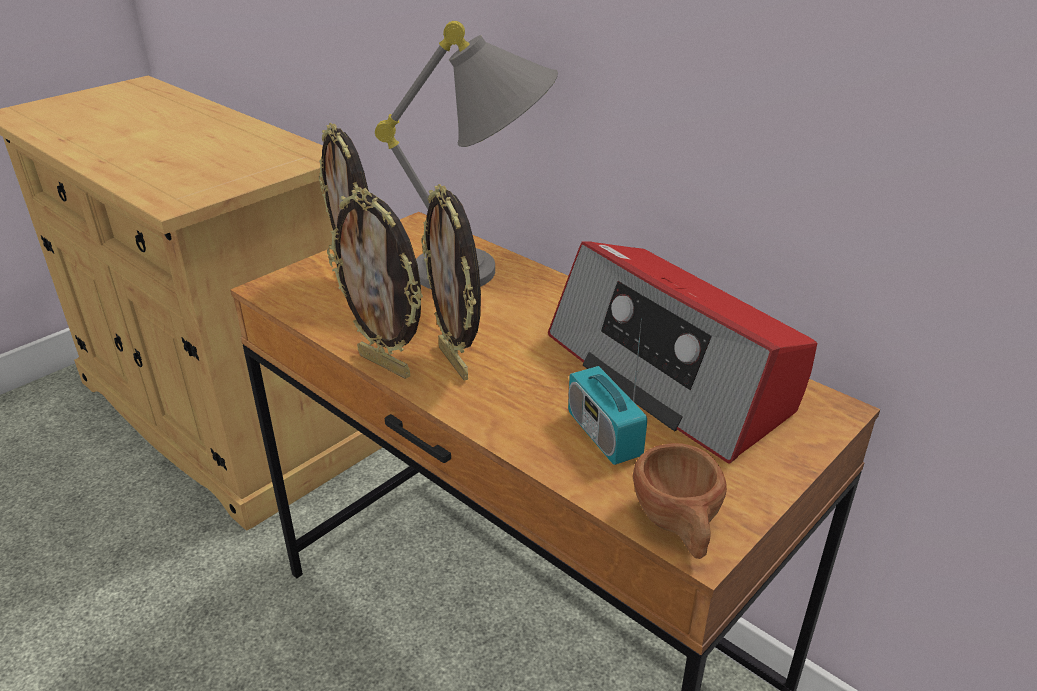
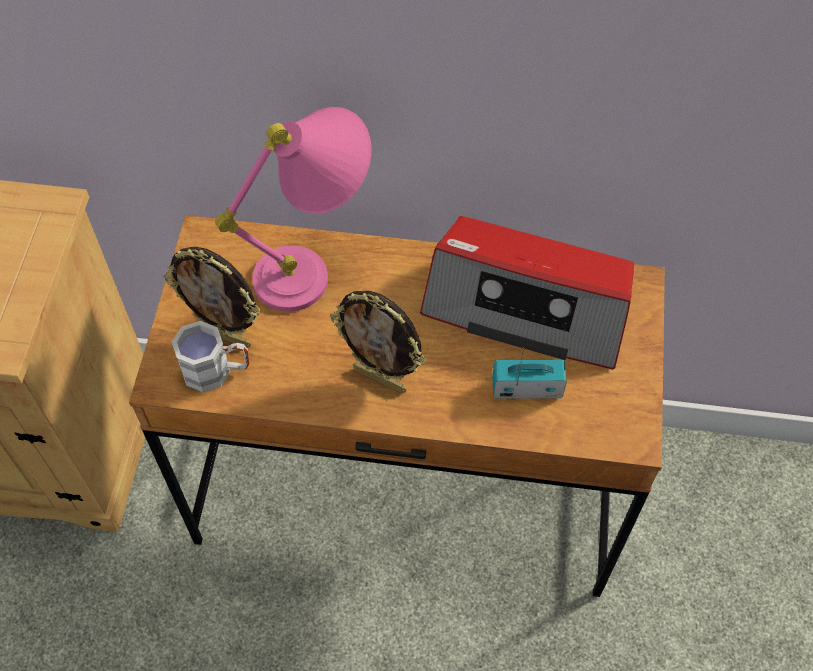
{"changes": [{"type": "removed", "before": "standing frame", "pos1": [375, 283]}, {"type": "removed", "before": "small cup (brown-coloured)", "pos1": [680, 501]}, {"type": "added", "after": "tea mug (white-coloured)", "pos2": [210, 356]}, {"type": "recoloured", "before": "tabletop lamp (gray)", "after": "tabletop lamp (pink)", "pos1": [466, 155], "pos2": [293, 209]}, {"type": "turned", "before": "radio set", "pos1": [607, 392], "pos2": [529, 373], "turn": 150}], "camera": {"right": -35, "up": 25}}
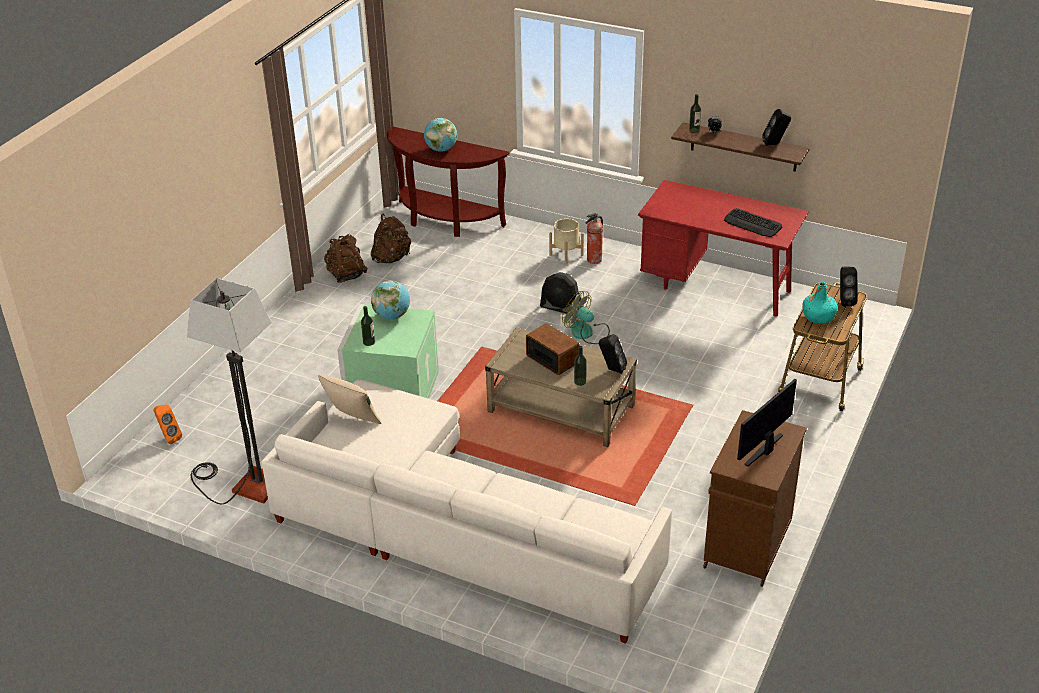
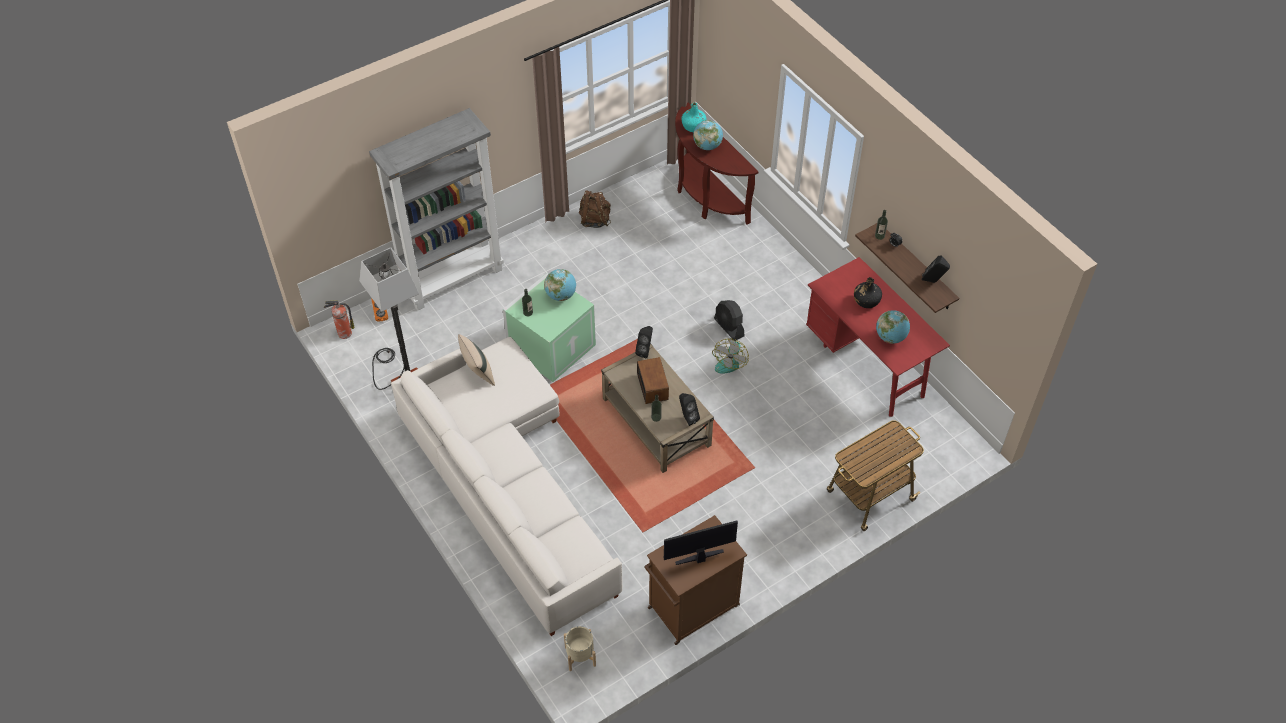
{"changes": [{"type": "removed", "before": "knapsack (brown-coloured)", "pos1": [391, 238]}, {"type": "added", "after": "shelving unit (gray)", "pos2": [436, 209]}, {"type": "added", "after": "drink bottle (black-coloured)", "pos2": [868, 292]}, {"type": "moved", "before": "planter (beige-coloured)", "pos1": [566, 241], "pos2": [580, 648]}, {"type": "moved", "before": "fire extinguisher", "pos1": [594, 238], "pos2": [339, 319]}, {"type": "moved", "before": "drink bottle (blue-green)", "pos1": [819, 303], "pos2": [694, 117]}, {"type": "moved", "before": "loudspeaker (black-coloured)", "pos1": [849, 286], "pos2": [644, 342]}, {"type": "replaced", "before": "computer keyboard", "after": "world globe", "pos1": [753, 222], "pos2": [893, 327]}, {"type": "turned", "before": "fan", "pos1": [586, 317], "pos2": [730, 356], "turn": -135}], "camera": {"right": 30, "up": 15}}
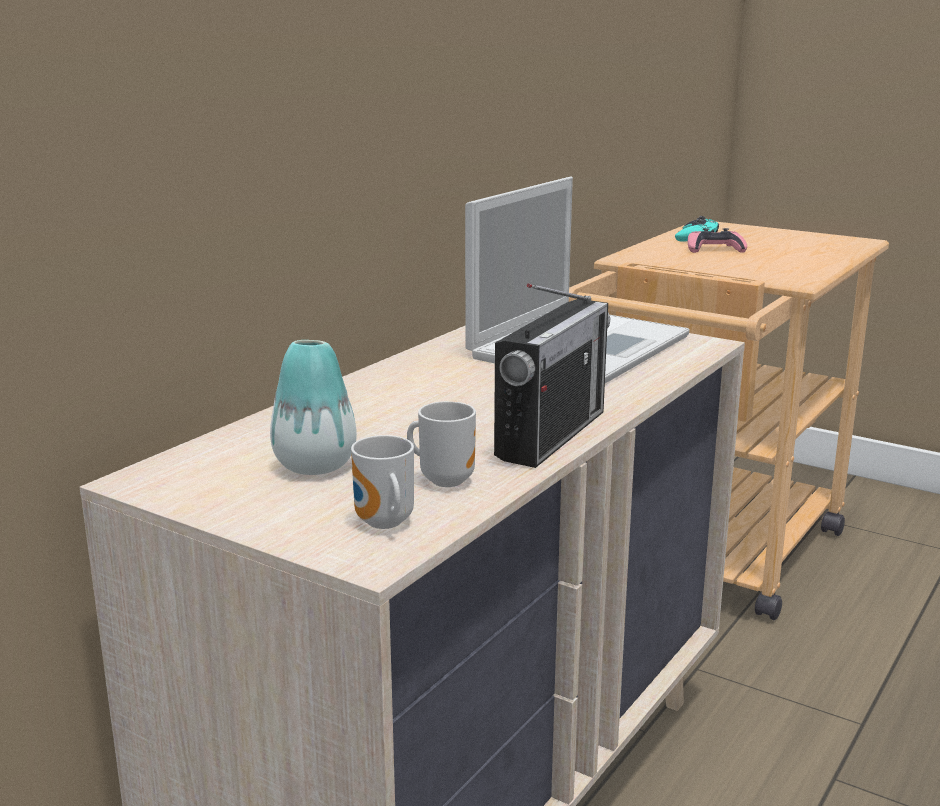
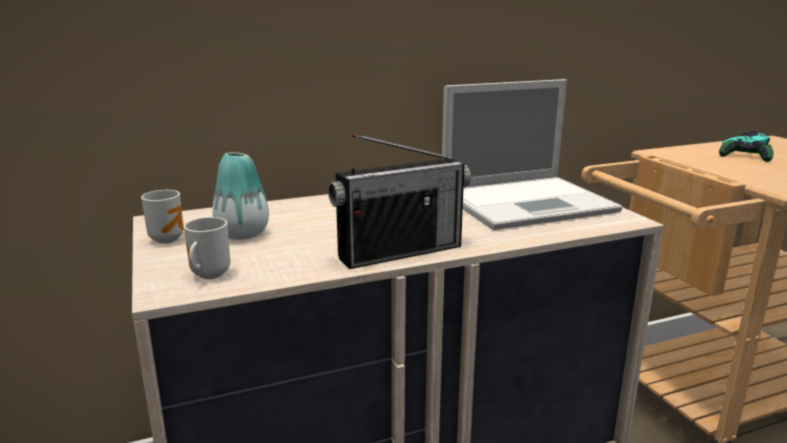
{"changes": [{"type": "moved", "before": "tea mug", "pos1": [441, 444], "pos2": [162, 217]}, {"type": "recoloured", "before": "gamepad (pink)", "after": "gamepad (green-coloured)", "pos1": [717, 240], "pos2": [746, 150]}], "camera": {"right": 35, "up": 0}}
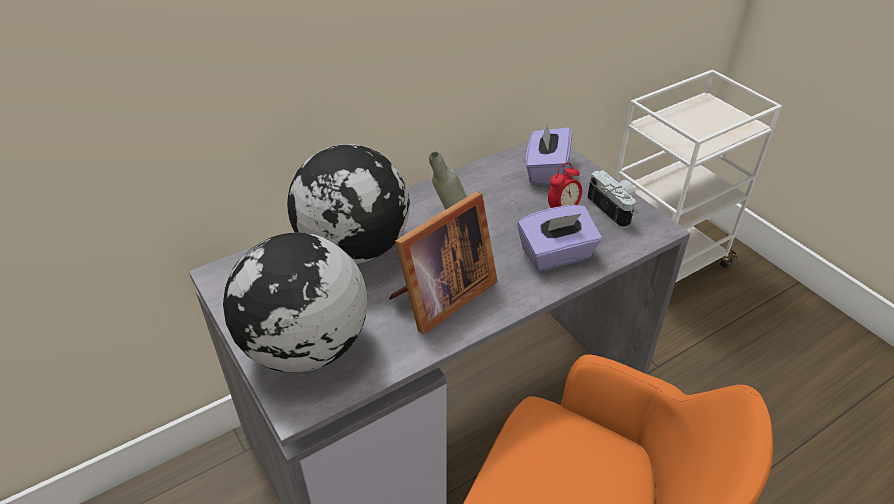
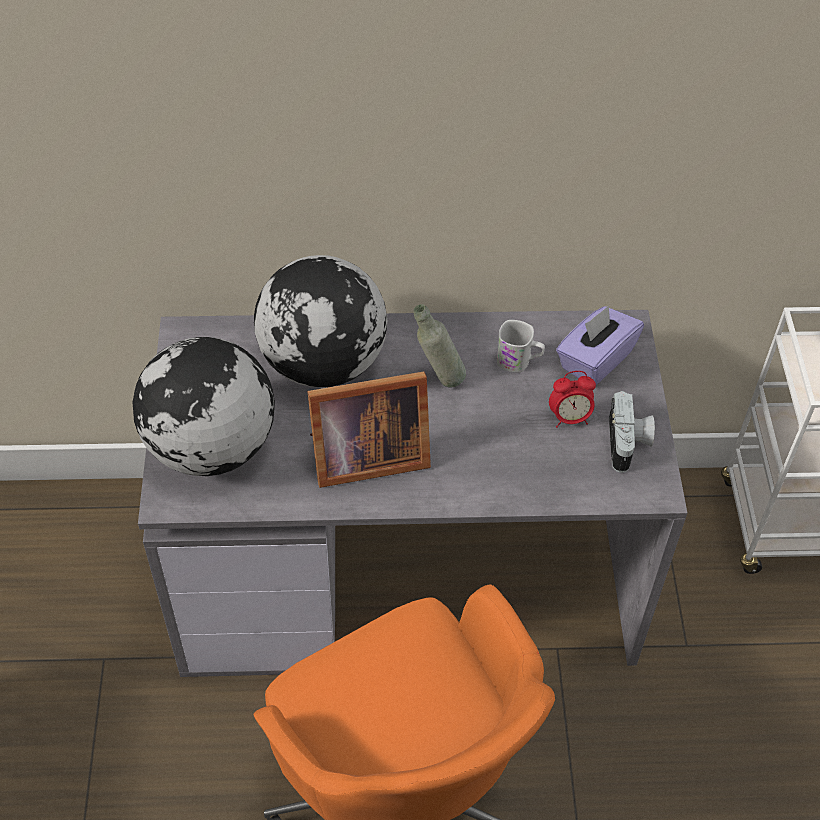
{"changes": [{"type": "removed", "before": "tissue box (purple-coloured)", "pos1": [559, 238]}, {"type": "added", "after": "tea mug (white-coloured)", "pos2": [521, 346]}], "camera": {"right": 30, "up": 10}}
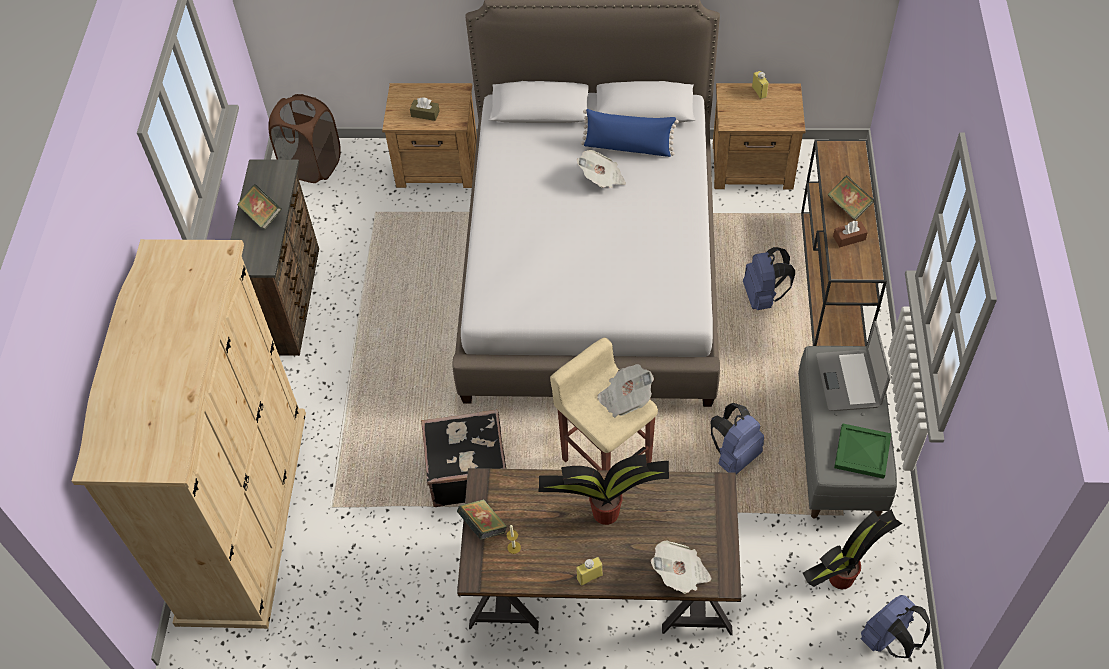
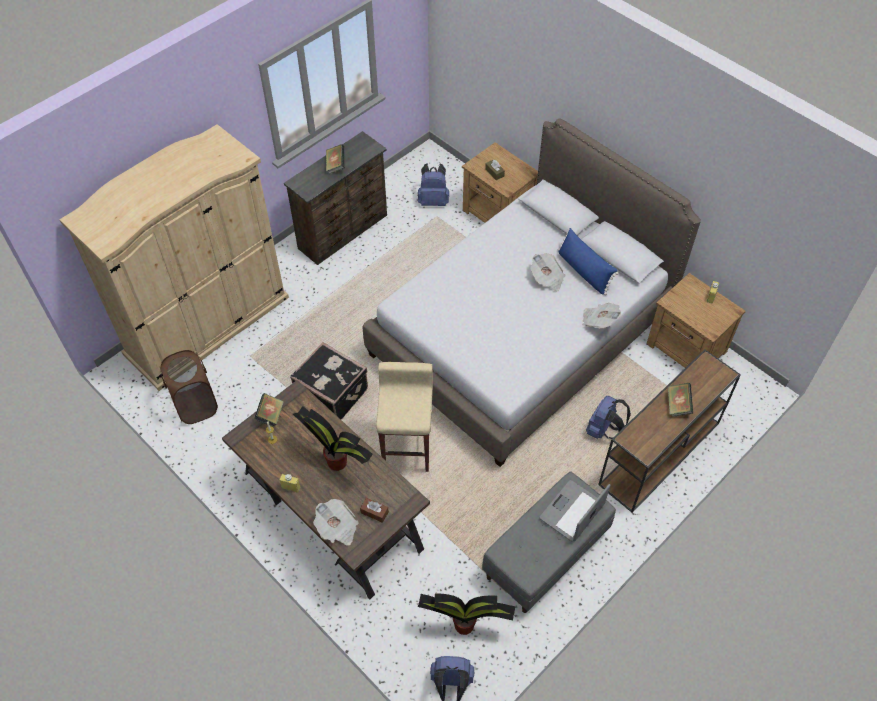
{"changes": [{"type": "removed", "before": "carrying tray (green-coloured)", "pos1": [862, 451]}, {"type": "moved", "before": "hamper (brown-coloured)", "pos1": [304, 138], "pos2": [188, 387]}, {"type": "moved", "before": "newspaper", "pos1": [625, 391], "pos2": [601, 315]}, {"type": "moved", "before": "knapsack (blue)", "pos1": [737, 438], "pos2": [433, 184]}, {"type": "moved", "before": "tissue box (brown-coloured)", "pos1": [850, 234], "pos2": [374, 510]}], "camera": {"right": 40, "up": 0}}
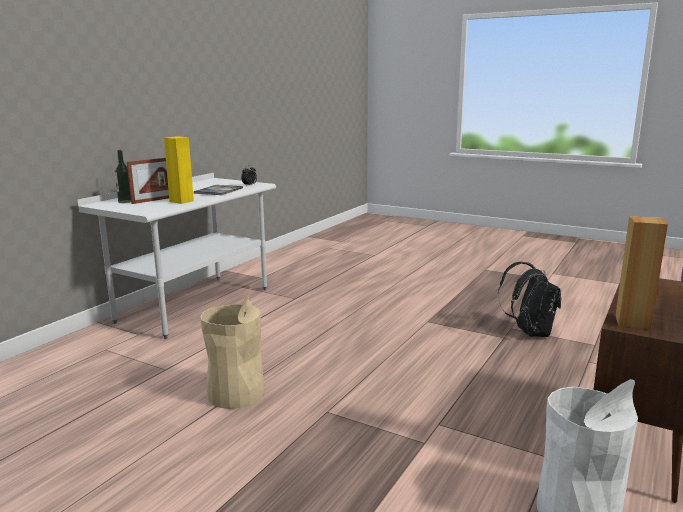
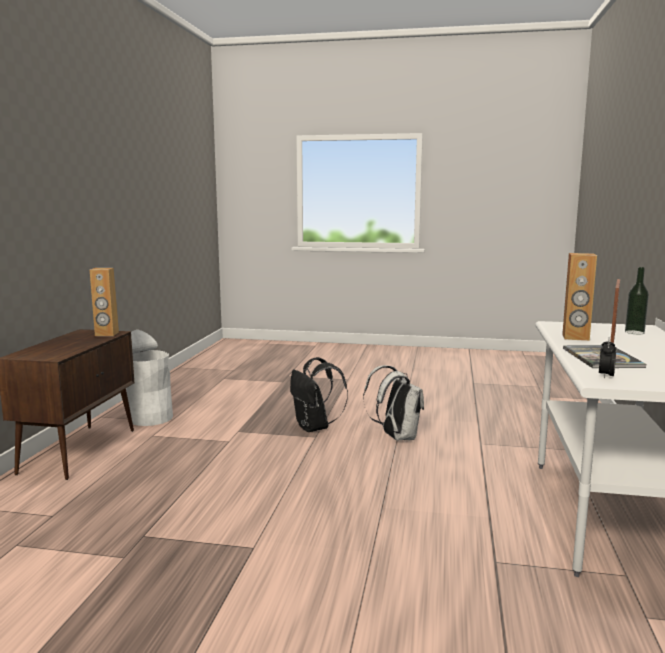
{"changes": [{"type": "moved", "before": "knapsack (black-coloured)", "pos1": [529, 299], "pos2": [319, 394]}, {"type": "replaced", "before": "trash can (beige-coloured)", "after": "knapsack (white-coloured)", "pos1": [232, 347], "pos2": [393, 403]}, {"type": "recoloured", "before": "loudspeaker (yellowish)", "after": "loudspeaker (brown-coloured)", "pos1": [179, 170], "pos2": [579, 297]}], "camera": {"right": 160, "up": -5}}
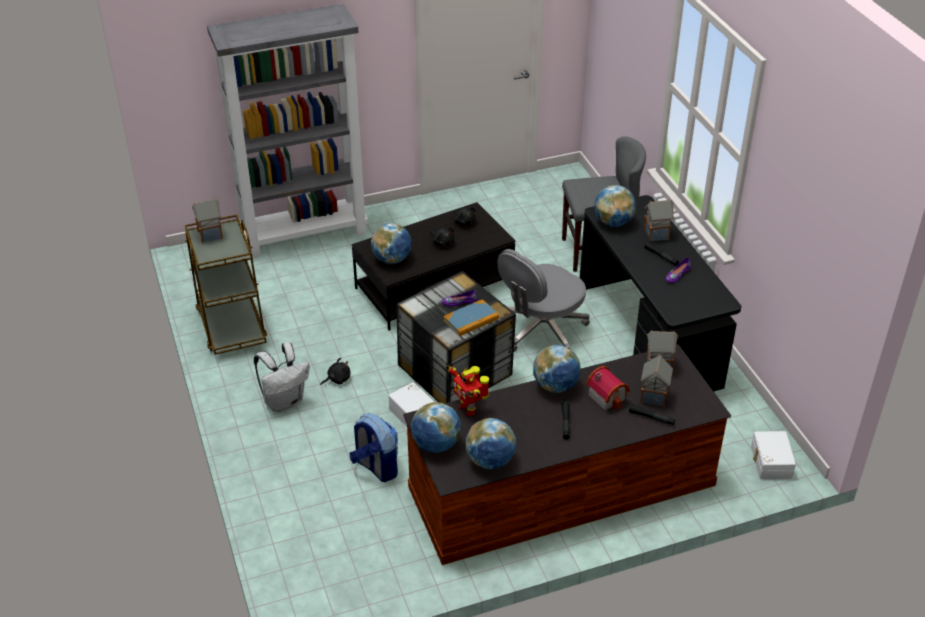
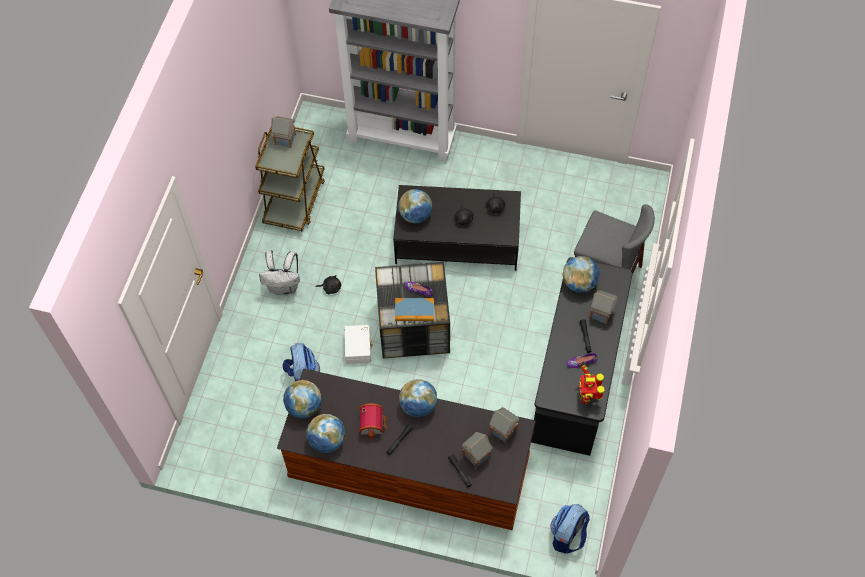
{"changes": [{"type": "removed", "before": "computer chair (gray)", "pos1": [544, 300]}, {"type": "moved", "before": "toy robot", "pos1": [467, 389], "pos2": [592, 383]}, {"type": "moved", "before": "toy house", "pos1": [608, 388], "pos2": [373, 421]}, {"type": "replaced", "before": "storage box (white-coloured)", "after": "knapsack", "pos1": [773, 455], "pos2": [570, 529]}], "camera": {"right": 35, "up": 20}}
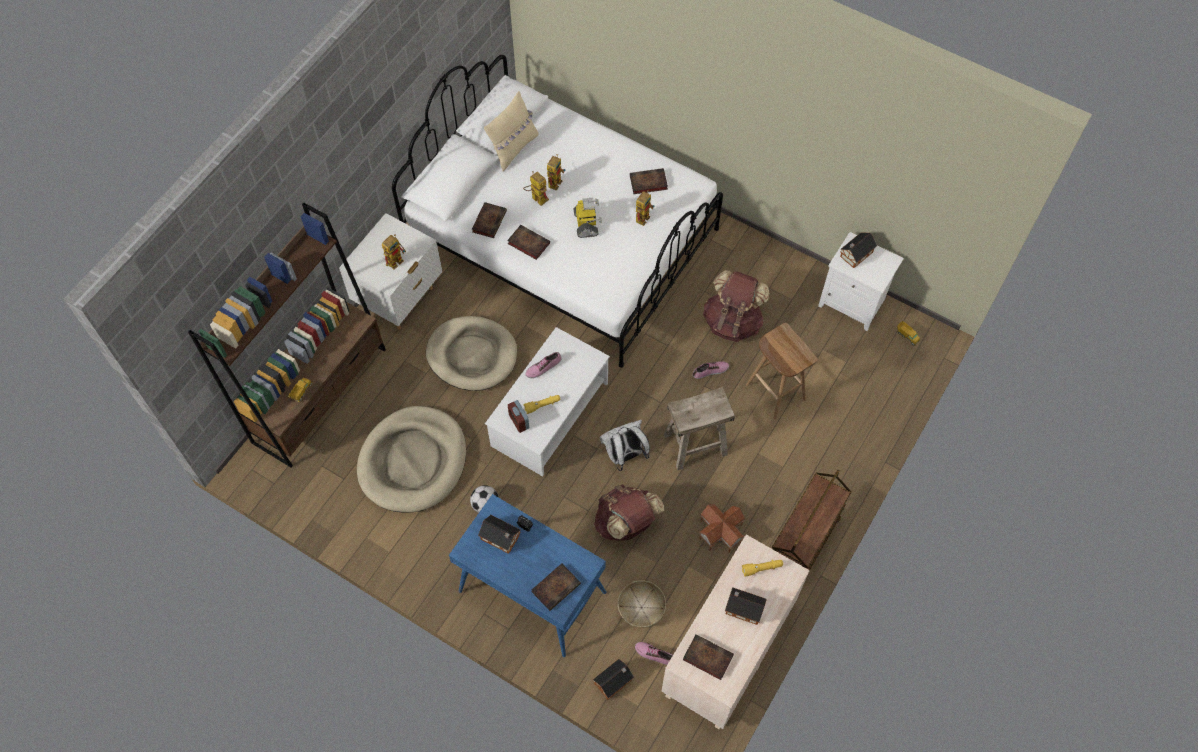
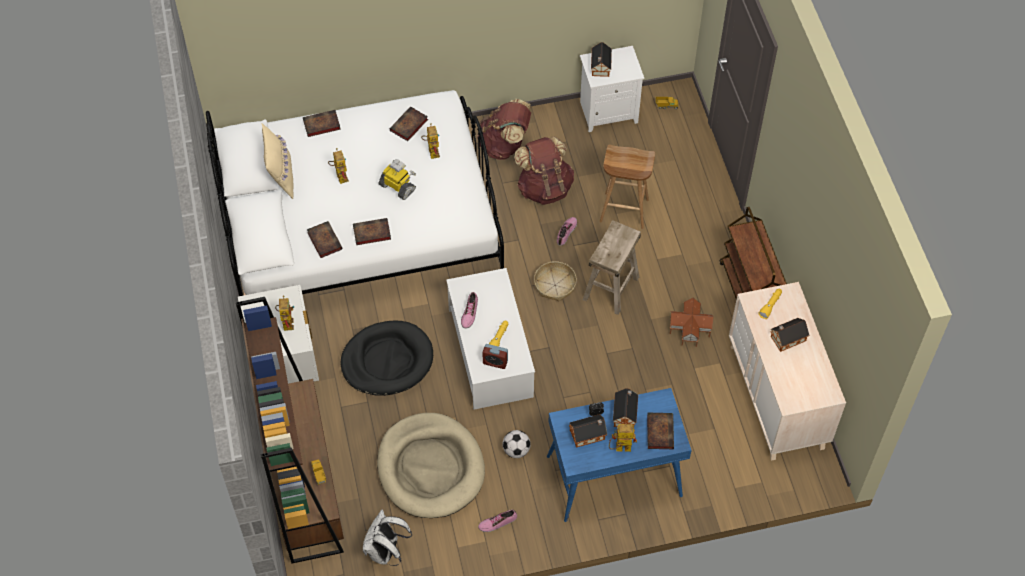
{"changes": [{"type": "moved", "before": "toy robot", "pos1": [536, 188], "pos2": [623, 438]}, {"type": "moved", "before": "toy house", "pos1": [613, 679], "pos2": [625, 407]}, {"type": "moved", "before": "knapsack (brown-coloured)", "pos1": [629, 512], "pos2": [504, 129]}, {"type": "moved", "before": "knapsack (white-coloured)", "pos1": [625, 445], "pos2": [387, 537]}, {"type": "moved", "before": "household basket", "pos1": [642, 604], "pos2": [555, 281]}, {"type": "moved", "before": "low shoe", "pos1": [654, 653], "pos2": [497, 521]}, {"type": "moved", "before": "bound book", "pos1": [708, 657], "pos2": [322, 123]}, {"type": "recoloured", "before": "dog bed (beige-coloured)", "after": "dog bed (black-coloured)", "pos1": [471, 353], "pos2": [387, 358]}], "camera": {"right": -45, "up": -5}}
